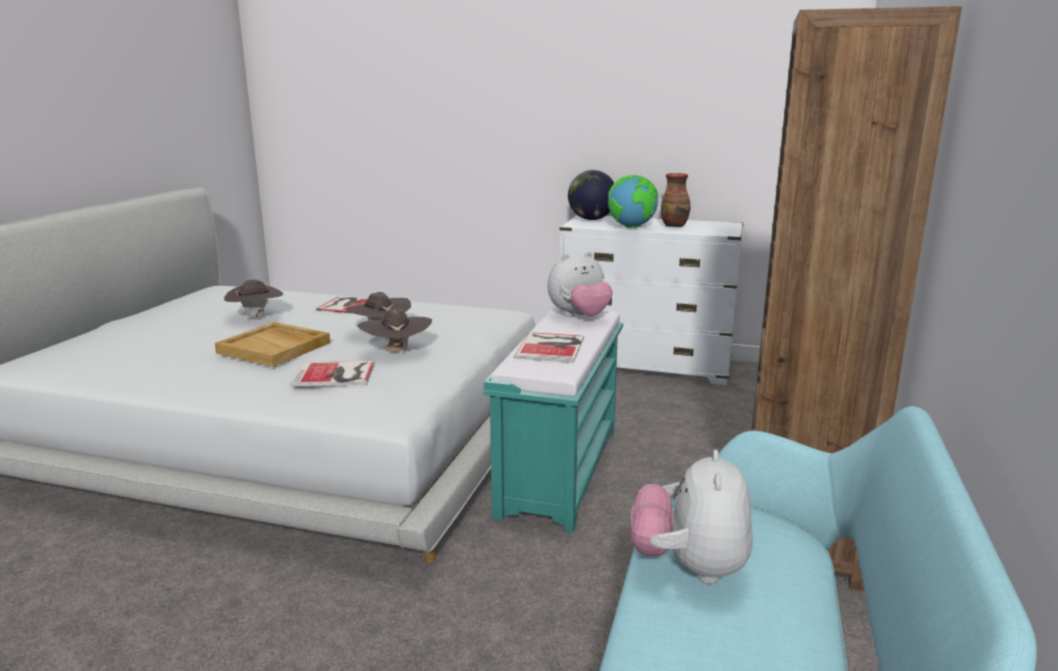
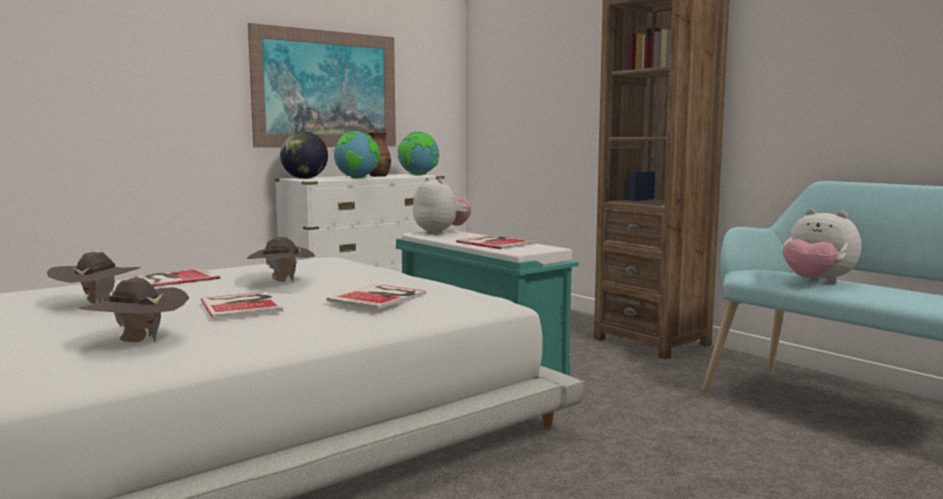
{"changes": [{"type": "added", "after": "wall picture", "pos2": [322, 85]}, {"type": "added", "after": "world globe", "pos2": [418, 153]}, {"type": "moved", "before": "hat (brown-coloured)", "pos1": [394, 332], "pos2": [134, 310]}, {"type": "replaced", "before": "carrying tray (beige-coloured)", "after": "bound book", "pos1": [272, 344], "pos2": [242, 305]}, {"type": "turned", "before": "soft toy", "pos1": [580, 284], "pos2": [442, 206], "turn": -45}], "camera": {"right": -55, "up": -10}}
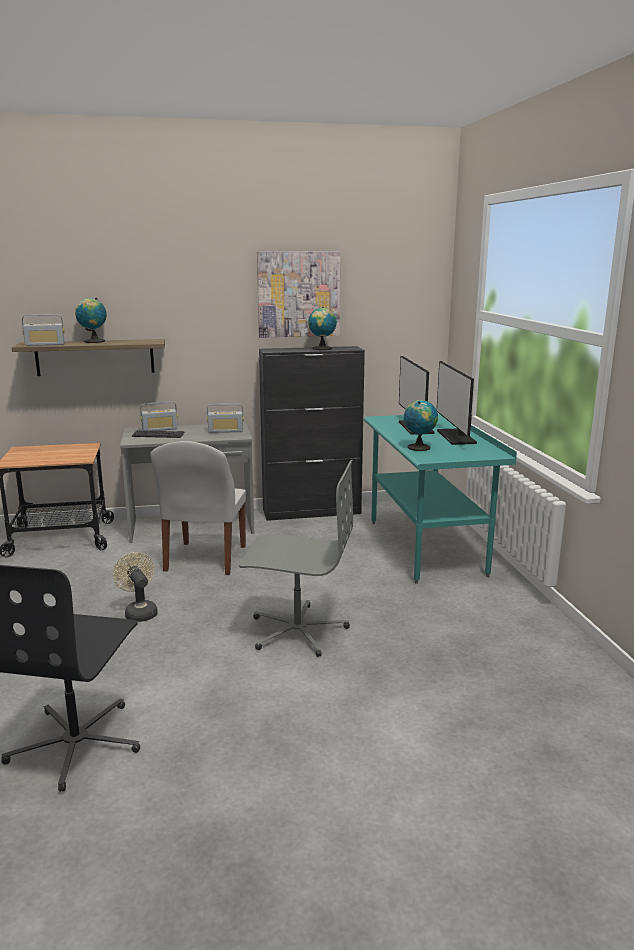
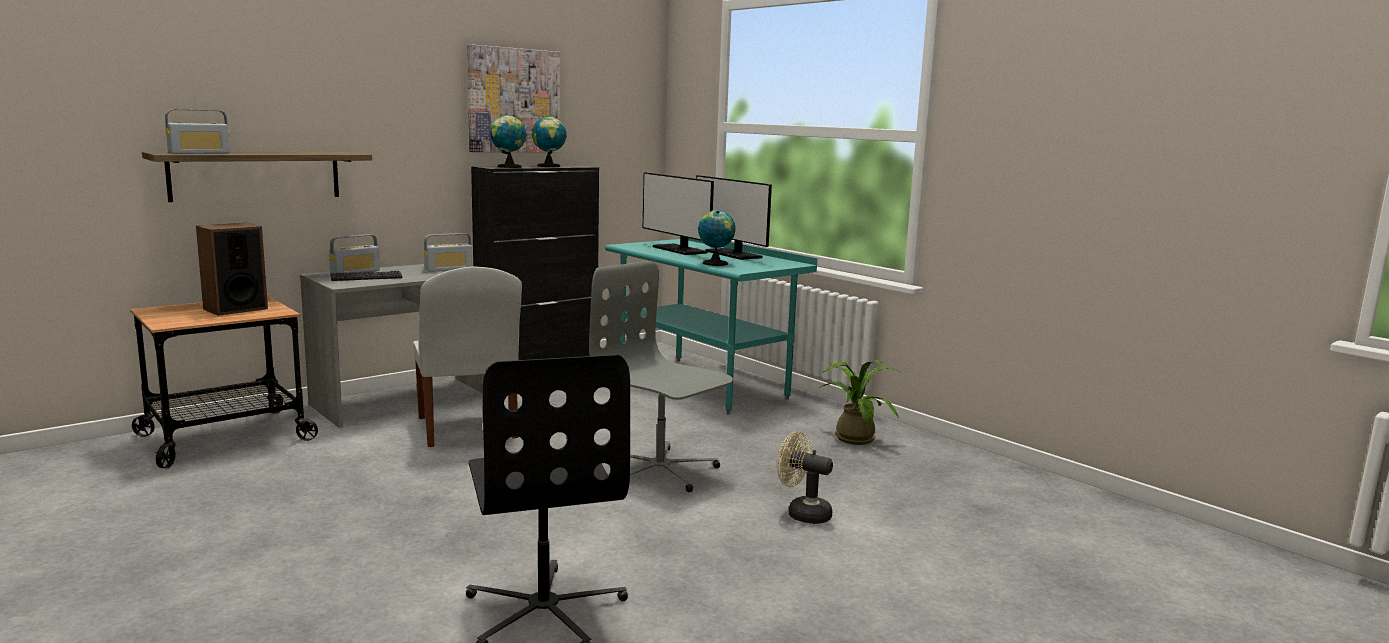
{"changes": [{"type": "added", "after": "loudspeaker", "pos2": [232, 269]}, {"type": "added", "after": "plant in a pot", "pos2": [860, 402]}, {"type": "moved", "before": "world globe", "pos1": [91, 320], "pos2": [508, 141]}, {"type": "moved", "before": "fan (beige-coloured)", "pos1": [135, 587], "pos2": [805, 477]}, {"type": "turned", "before": "computer chair (gray)", "pos1": [296, 558], "pos2": [661, 376], "turn": -120}], "camera": {"right": -30, "up": -5}}
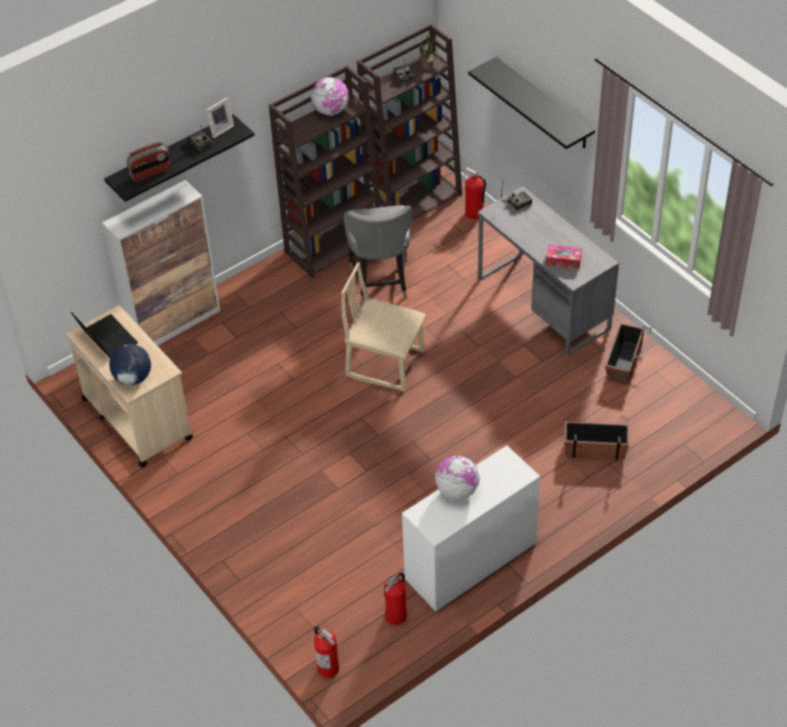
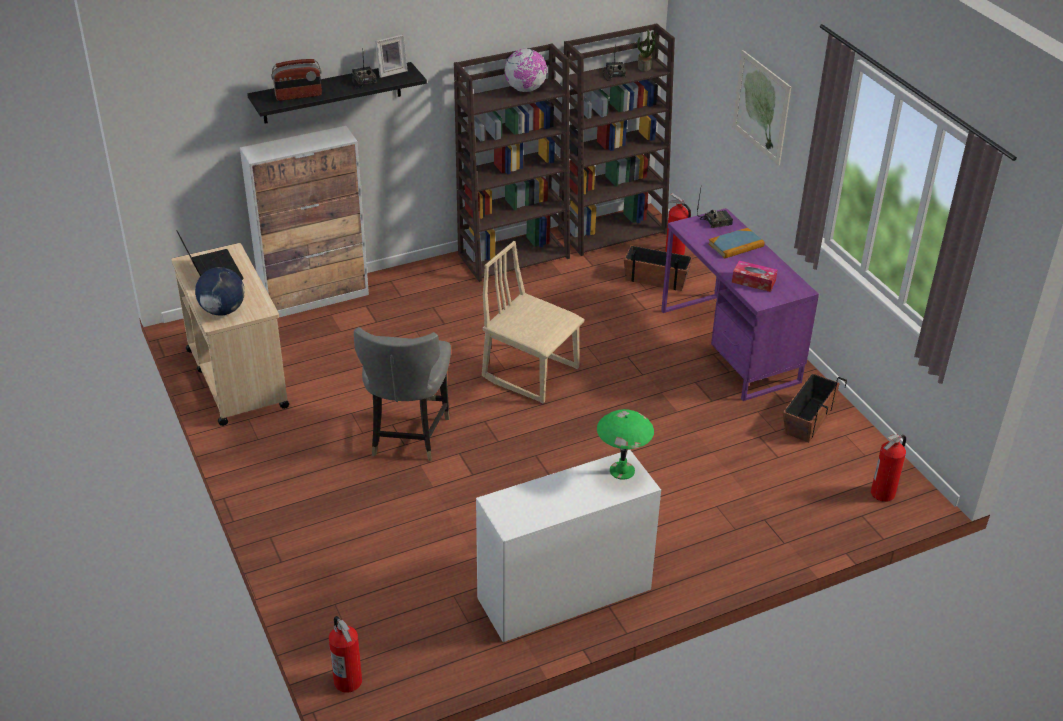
{"changes": [{"type": "removed", "before": "world globe", "pos1": [457, 477]}, {"type": "added", "after": "tabletop lamp (green-coloured)", "pos2": [625, 444]}, {"type": "added", "after": "bound book", "pos2": [736, 243]}, {"type": "moved", "before": "plain chair (gray)", "pos1": [378, 254], "pos2": [402, 394]}, {"type": "moved", "before": "fire extinguisher", "pos1": [395, 599], "pos2": [888, 468]}, {"type": "moved", "before": "planter", "pos1": [596, 441], "pos2": [658, 268]}, {"type": "replaced", "before": "bracket shelf (black-coloured)", "after": "wall picture", "pos1": [531, 103], "pos2": [761, 108]}, {"type": "recoloured", "before": "desk table (gray)", "after": "desk table (purple-coloured)", "pos1": [548, 271], "pos2": [740, 304]}], "camera": {"right": 10, "up": -10}}
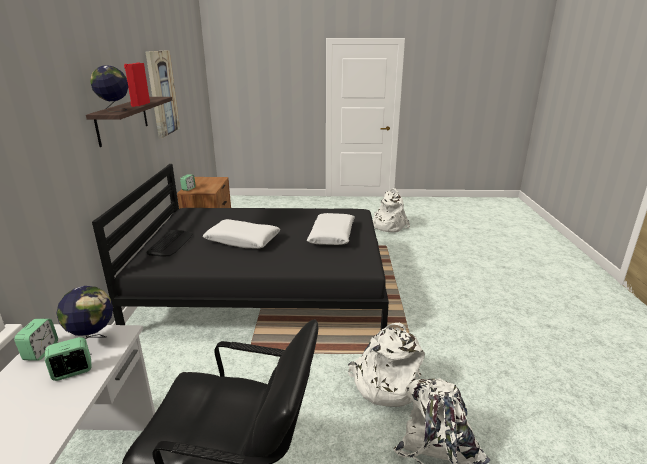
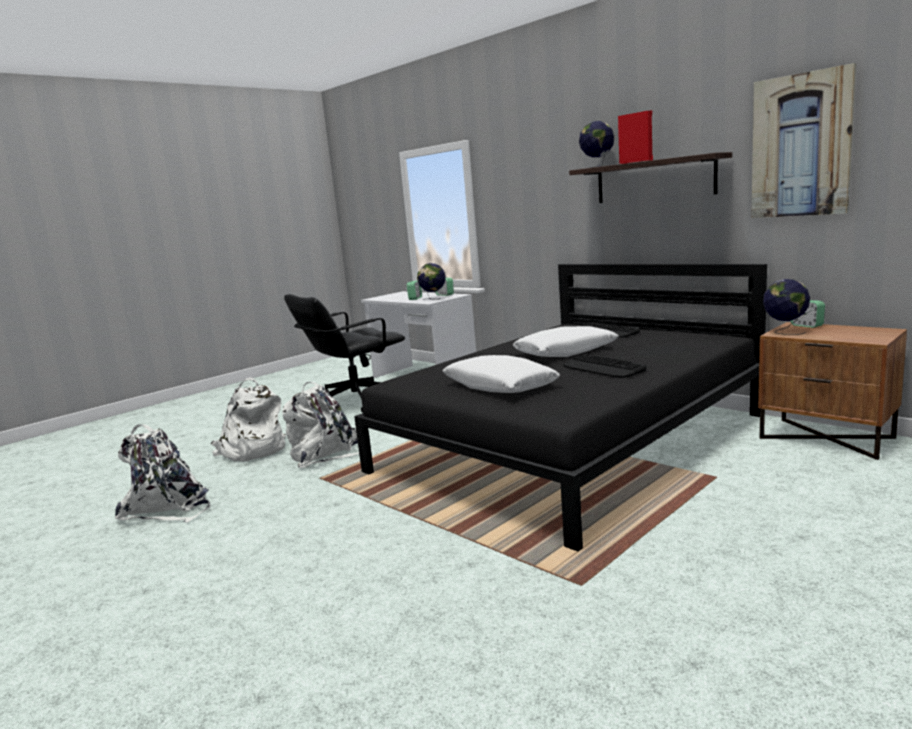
{"changes": [{"type": "added", "after": "computer keyboard", "pos2": [605, 366]}, {"type": "added", "after": "world globe", "pos2": [786, 307]}, {"type": "moved", "before": "knapsack (white-coloured)", "pos1": [391, 210], "pos2": [162, 473]}], "camera": {"right": 135, "up": -10}}
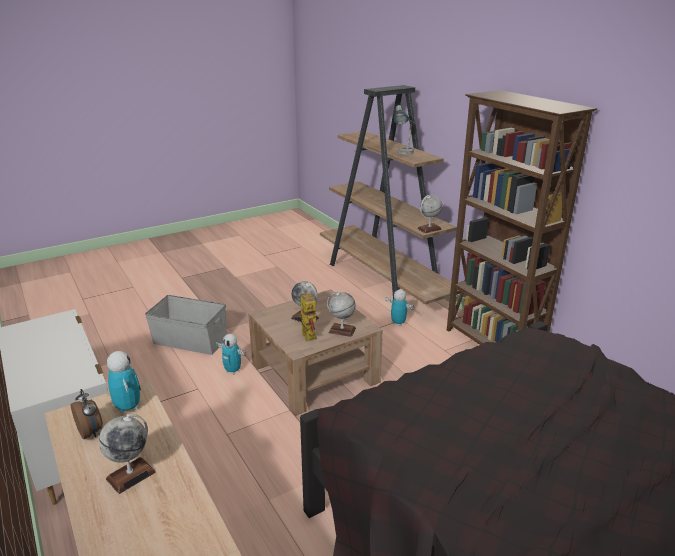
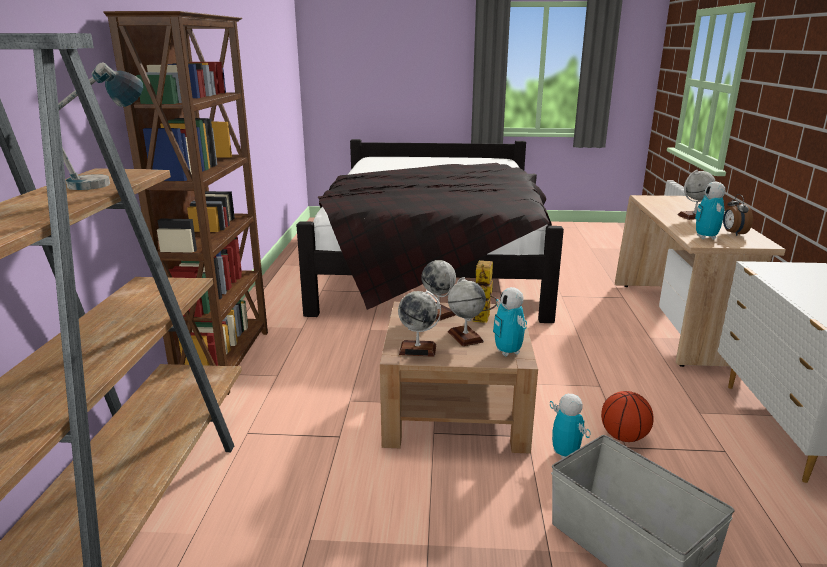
{"changes": [{"type": "added", "after": "basketball", "pos2": [627, 416]}, {"type": "moved", "before": "toy robot", "pos1": [399, 308], "pos2": [510, 322]}, {"type": "moved", "before": "world globe", "pos1": [430, 214], "pos2": [419, 323]}], "camera": {"right": -145, "up": -5}}
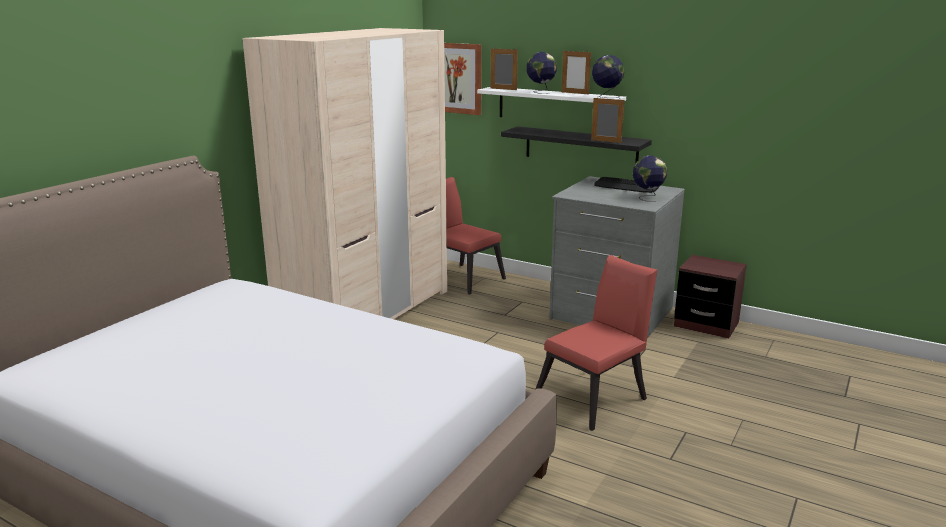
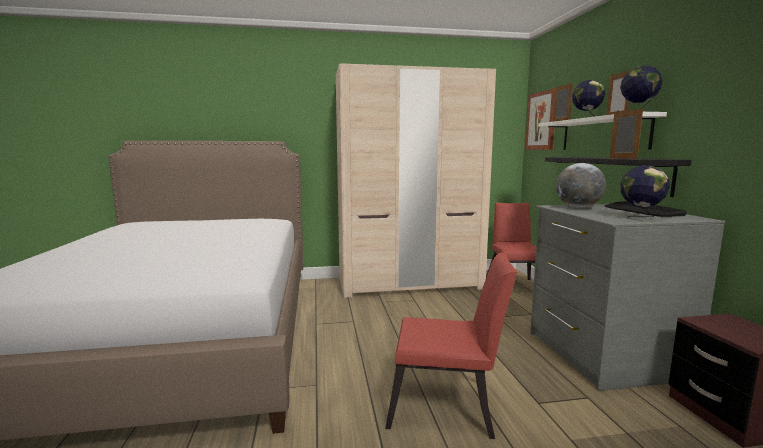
{"changes": [{"type": "added", "after": "world globe", "pos2": [581, 185]}], "camera": {"right": 50, "up": -10}}
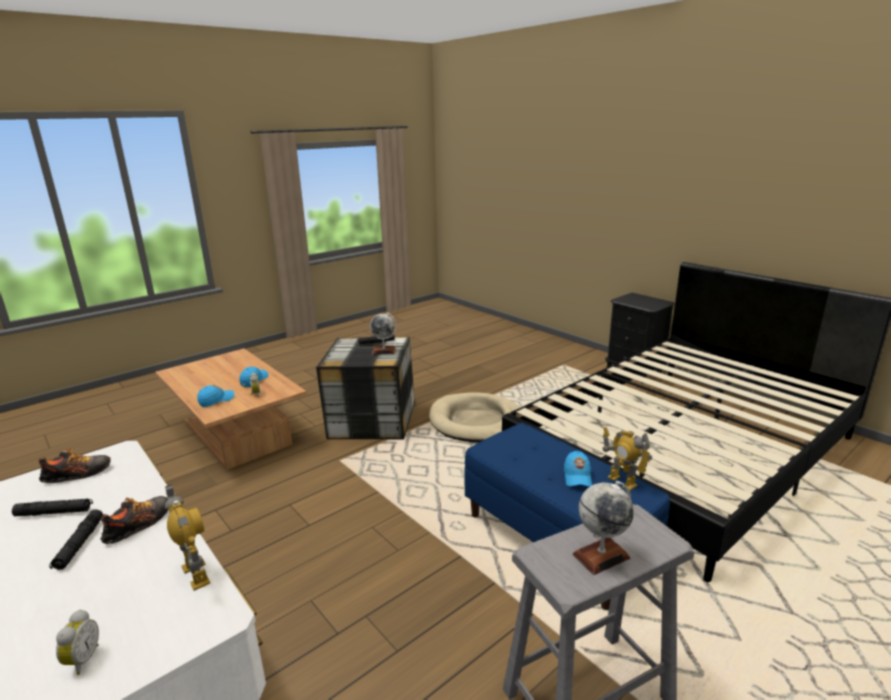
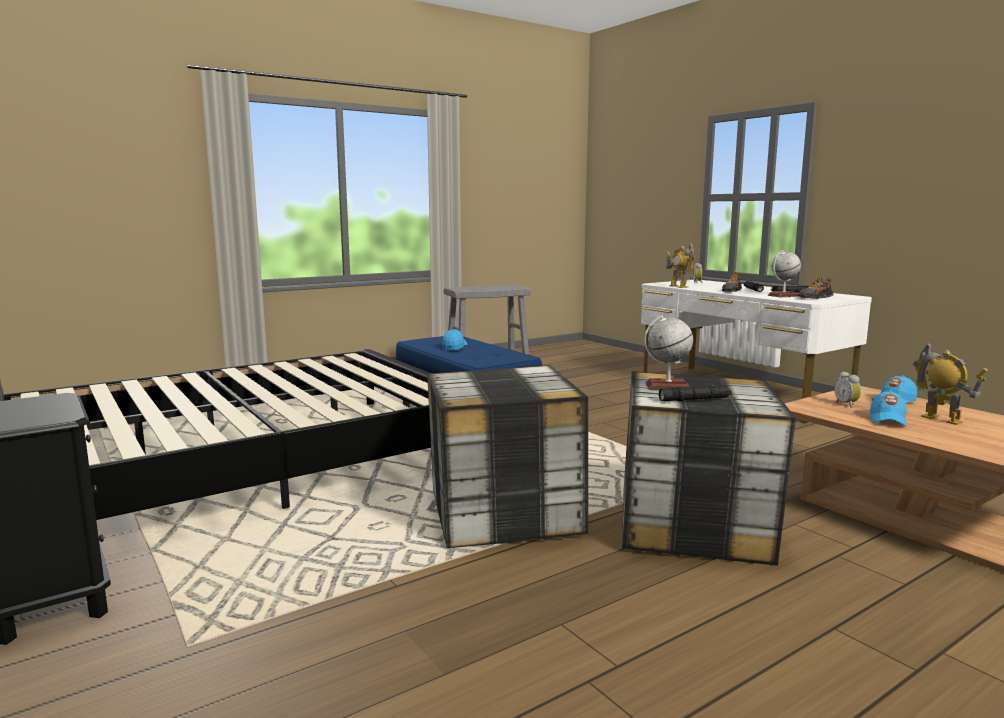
{"changes": [{"type": "moved", "before": "world globe", "pos1": [603, 528], "pos2": [784, 273]}, {"type": "moved", "before": "toy robot", "pos1": [627, 458], "pos2": [950, 384]}, {"type": "replaced", "before": "dog bed (beige-coloured)", "after": "storage box", "pos1": [474, 418], "pos2": [507, 456]}], "camera": {"right": -175, "up": -10}}
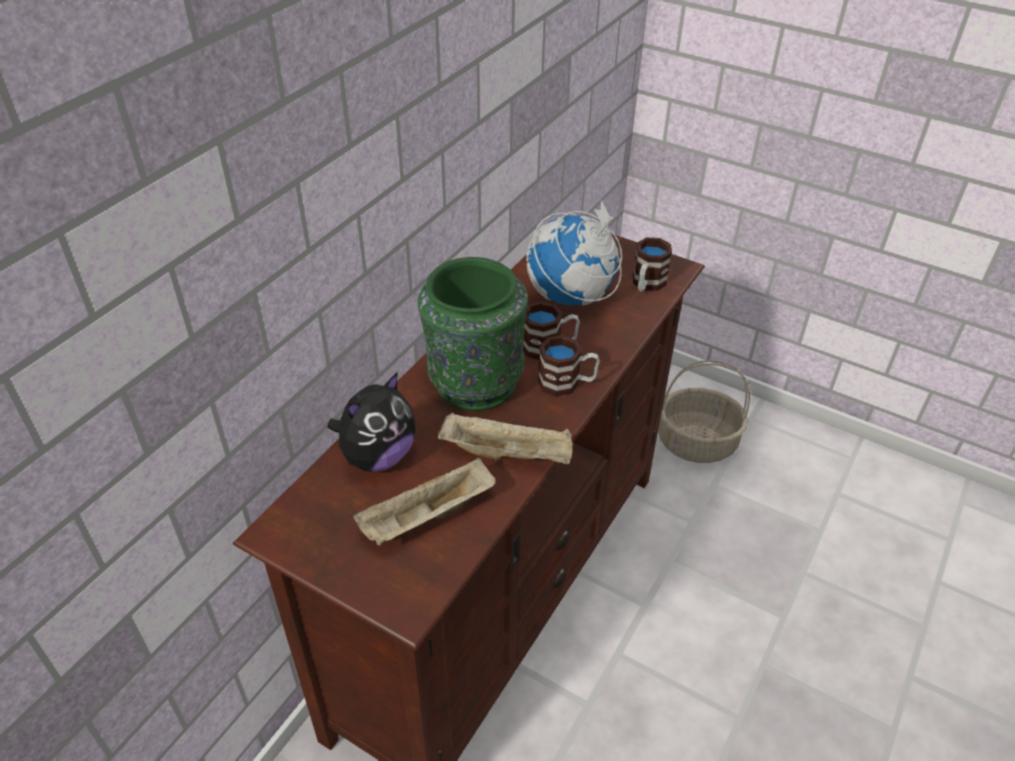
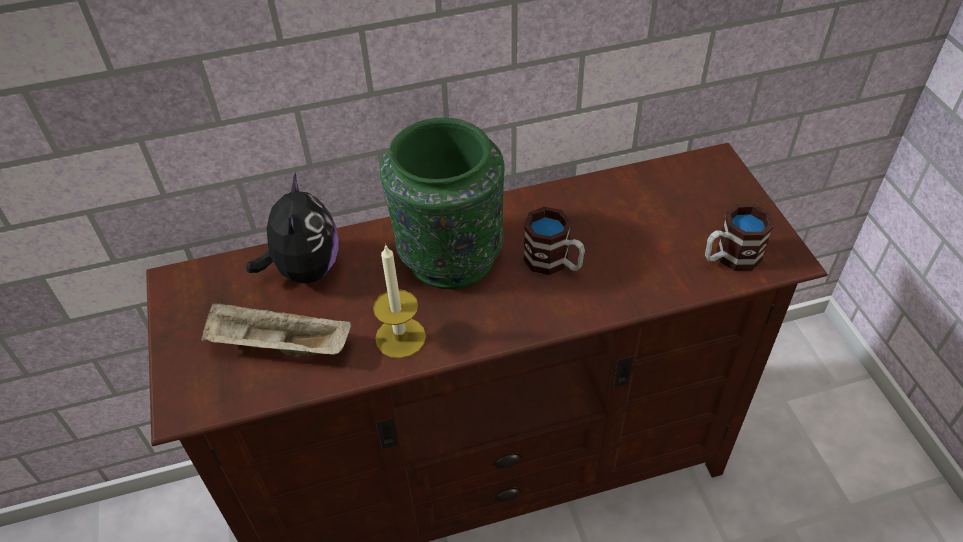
{"changes": [{"type": "removed", "before": "world globe", "pos1": [574, 252]}, {"type": "removed", "before": "tea mug", "pos1": [569, 366]}, {"type": "removed", "before": "household basket", "pos1": [704, 411]}, {"type": "replaced", "before": "carrying tray (beige-coloured)", "after": "wax candle", "pos1": [505, 438], "pos2": [399, 301]}, {"type": "turned", "before": "soft toy", "pos1": [371, 422], "pos2": [292, 228], "turn": -90}], "camera": {"right": 45, "up": 5}}
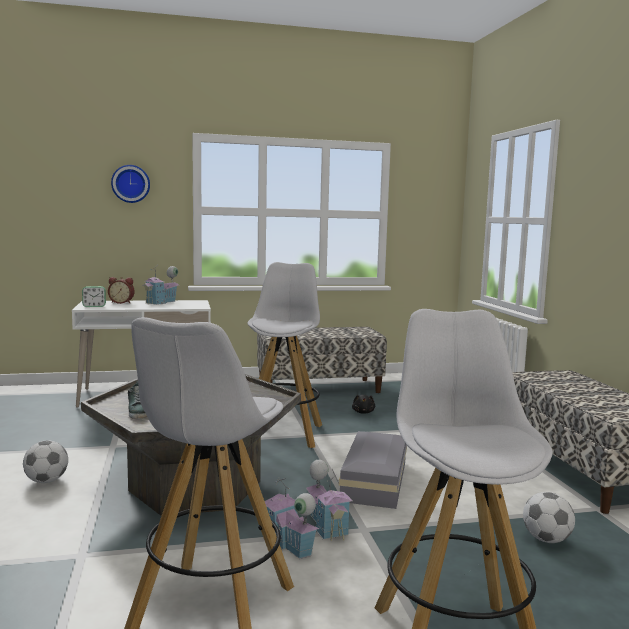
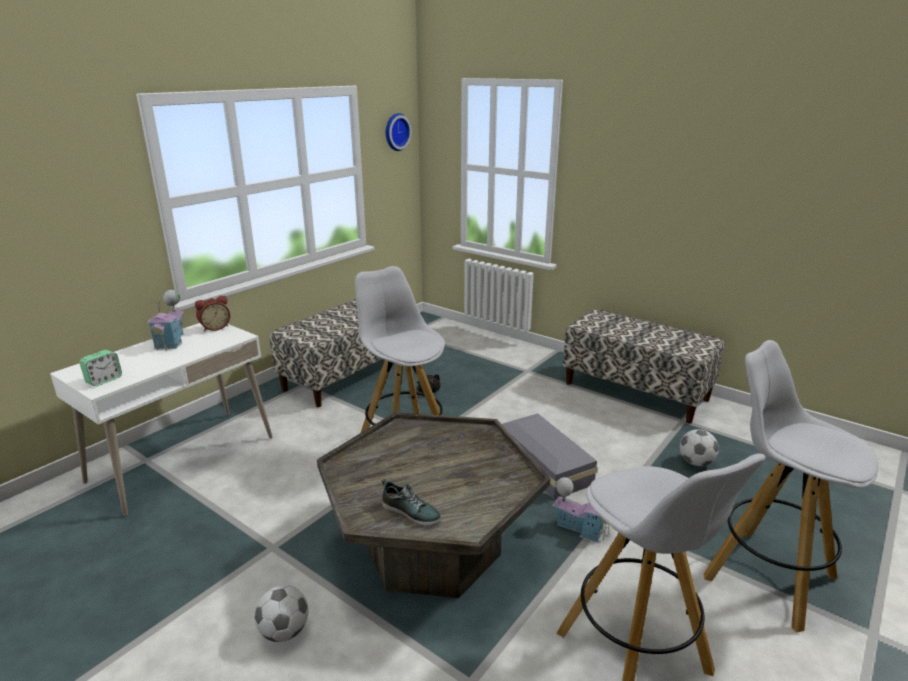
{"changes": [{"type": "removed", "before": "toy house", "pos1": [292, 518]}, {"type": "moved", "before": "table clock", "pos1": [121, 290], "pos2": [212, 313]}, {"type": "moved", "before": "clock on the wall", "pos1": [130, 184], "pos2": [399, 132]}], "camera": {"right": -40, "up": 15}}
